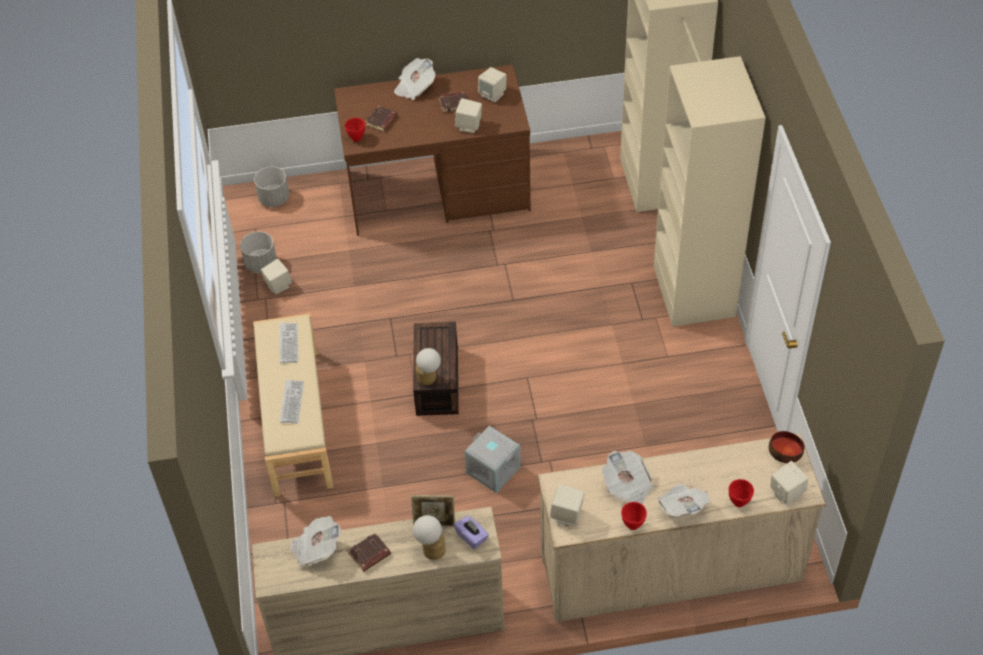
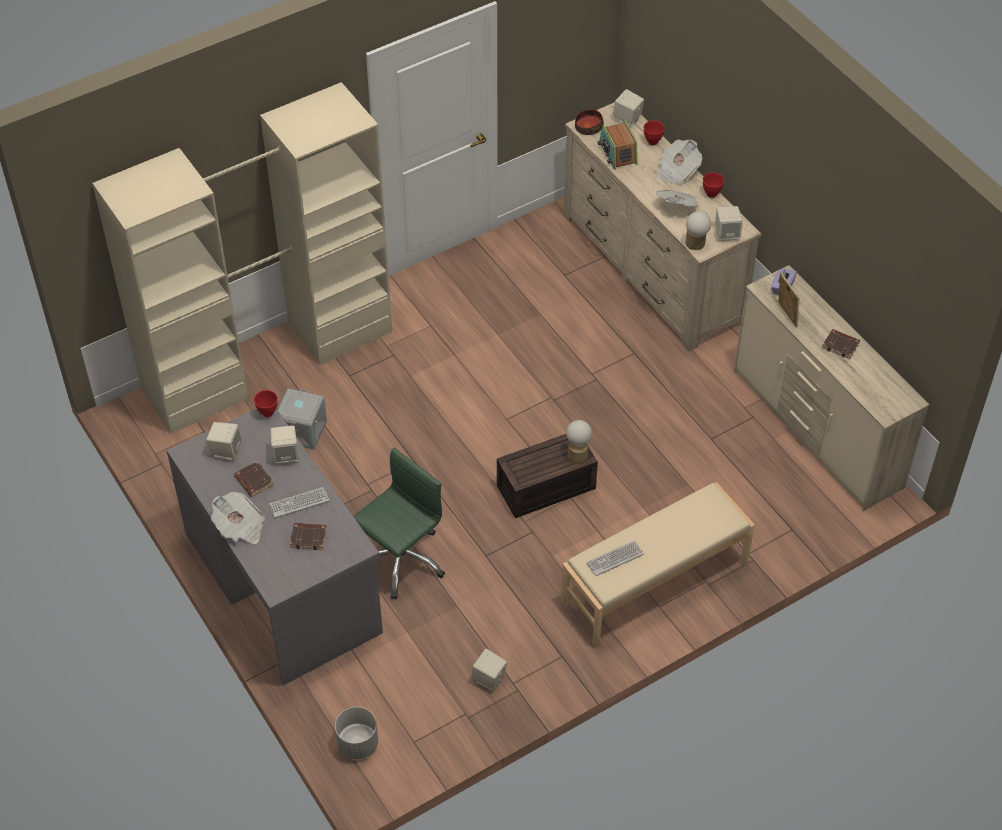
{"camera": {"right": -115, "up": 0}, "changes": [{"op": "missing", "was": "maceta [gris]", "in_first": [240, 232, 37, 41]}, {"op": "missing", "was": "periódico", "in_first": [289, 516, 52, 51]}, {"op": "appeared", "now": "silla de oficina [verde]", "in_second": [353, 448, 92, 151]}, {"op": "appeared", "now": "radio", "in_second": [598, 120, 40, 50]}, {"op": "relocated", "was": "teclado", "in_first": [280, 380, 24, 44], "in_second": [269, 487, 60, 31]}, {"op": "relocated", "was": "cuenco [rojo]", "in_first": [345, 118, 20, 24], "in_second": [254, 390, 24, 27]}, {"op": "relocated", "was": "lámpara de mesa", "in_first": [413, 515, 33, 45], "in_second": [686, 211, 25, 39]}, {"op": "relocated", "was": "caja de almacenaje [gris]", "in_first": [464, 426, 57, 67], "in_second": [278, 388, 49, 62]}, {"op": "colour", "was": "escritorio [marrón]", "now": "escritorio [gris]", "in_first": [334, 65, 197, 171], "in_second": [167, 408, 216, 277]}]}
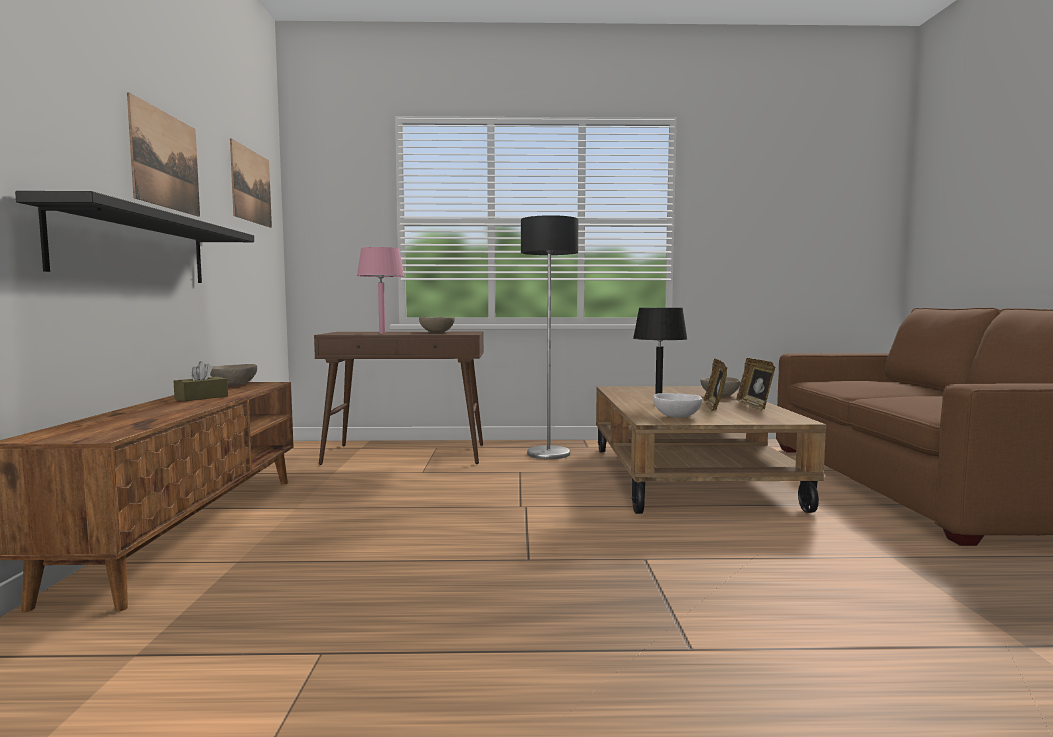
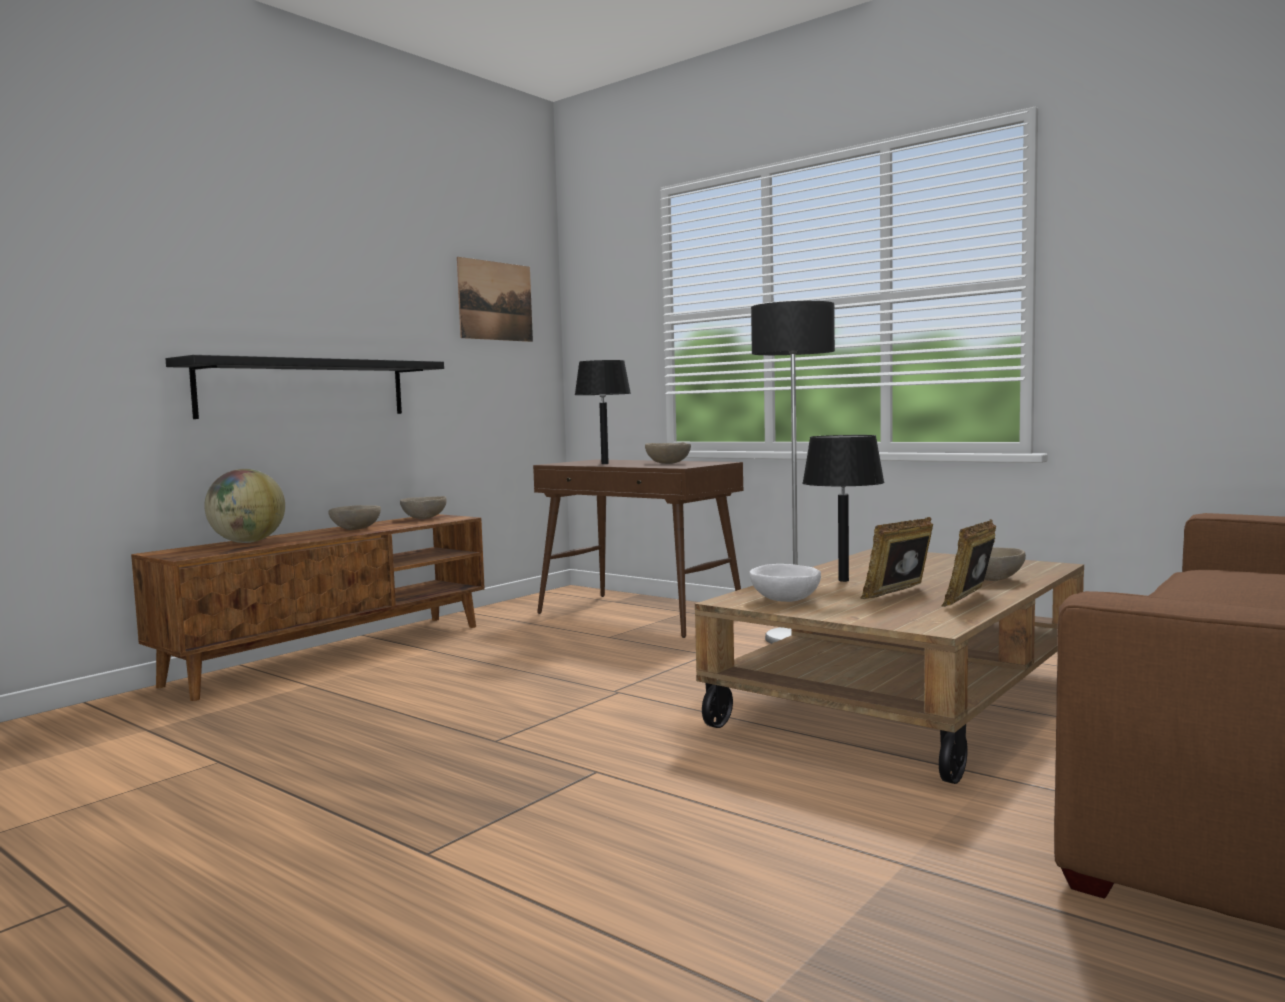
{"camera": {"right": 40, "up": 0}, "changes": [{"op": "missing", "was": "cuadro", "in_first": [127, 93, 73, 124]}, {"op": "appeared", "now": "globo terráqueo", "in_second": [204, 469, 81, 74]}, {"op": "exchanged", "was": "caja de pañuelos [marrón]", "now": "cuenco [beis]", "in_first": [174, 361, 54, 40], "in_second": [328, 505, 53, 25]}, {"op": "colour", "was": "lámpara de mesa [rosa]", "now": "lámpara de mesa [negro]", "in_first": [357, 247, 47, 87], "in_second": [575, 360, 56, 104]}]}
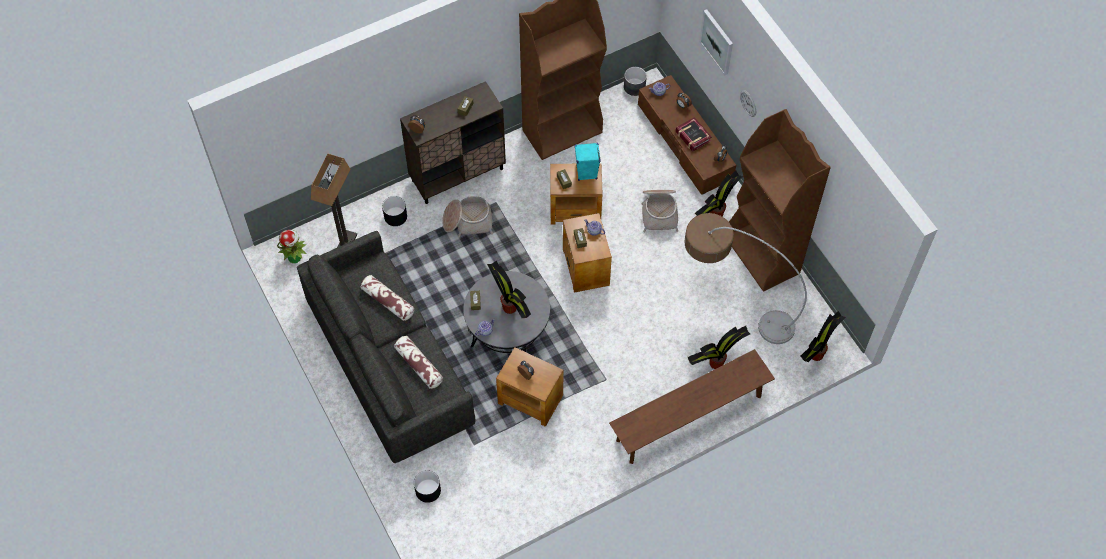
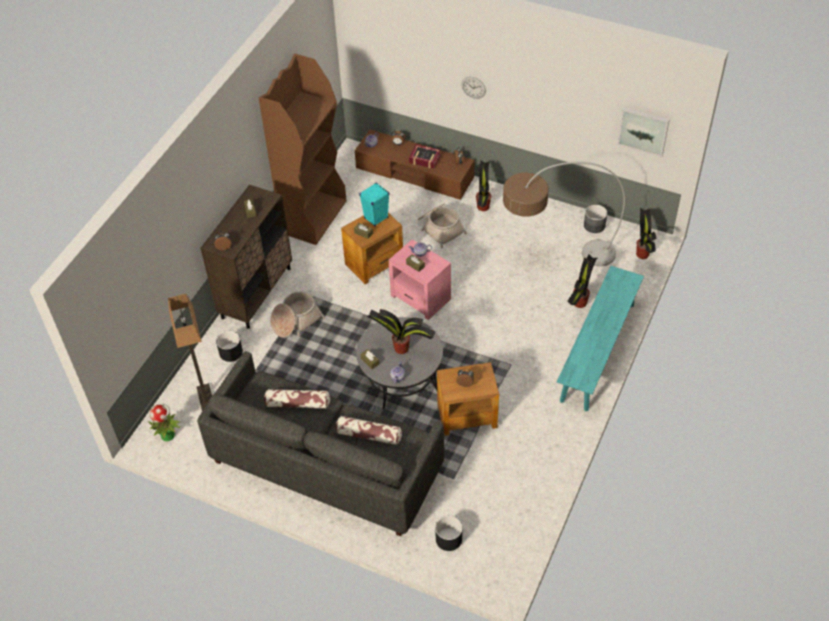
{"camera": {"right": -35, "up": -10}, "changes": [{"op": "missing", "was": "estantería [marrón]", "in_first": [729, 109, 102, 183]}, {"op": "relocated", "was": "maceta [gris]", "in_first": [624, 67, 23, 29], "in_second": [584, 205, 23, 28]}, {"op": "relocated", "was": "cuadro", "in_first": [699, 9, 34, 66], "in_second": [617, 107, 53, 50]}, {"op": "colour", "was": "mesa auxiliar [marrón]", "now": "mesa auxiliar [rosa]", "in_first": [563, 213, 49, 80], "in_second": [389, 239, 62, 81]}, {"op": "colour", "was": "banco [marrón]", "now": "banco [turquesa]", "in_first": [609, 349, 166, 115], "in_second": [557, 266, 87, 145]}]}
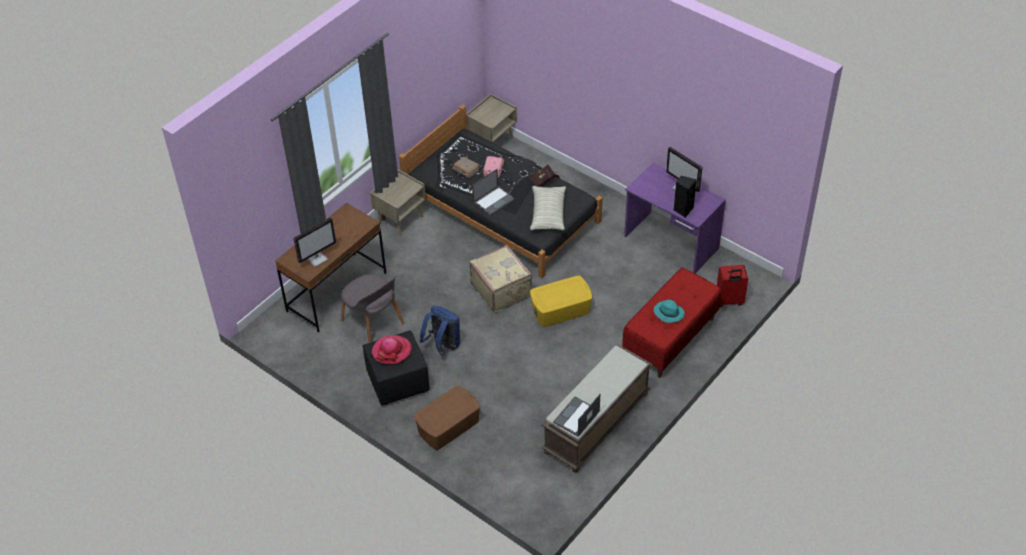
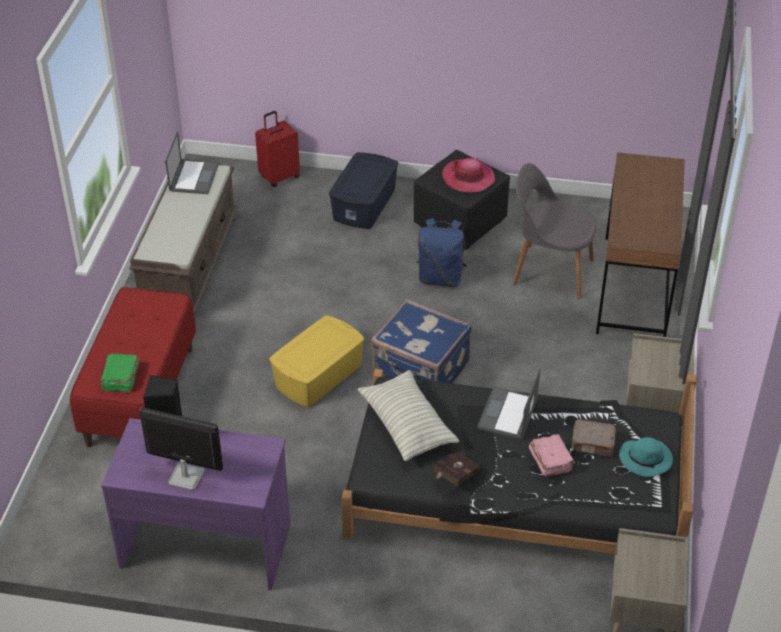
{"camera": {"right": 150, "up": -5}, "changes": [{"op": "missing", "was": "monitor", "in_first": [294, 217, 42, 50]}, {"op": "appeared", "now": "libro [verde]", "in_second": [101, 354, 38, 39]}, {"op": "relocated", "was": "sombrero [turquesa]", "in_first": [654, 300, 31, 23], "in_second": [619, 437, 54, 40]}, {"op": "relocated", "was": "maleta [rojo]", "in_first": [717, 265, 31, 42], "in_second": [255, 111, 45, 76]}, {"op": "colour", "was": "caja de almacenaje [marrón]", "now": "caja de almacenaje [azul]", "in_first": [414, 385, 66, 65], "in_second": [329, 152, 69, 77]}, {"op": "colour", "was": "maleta [beis]", "now": "maleta [azul]", "in_first": [470, 245, 62, 68], "in_second": [371, 299, 101, 85]}]}
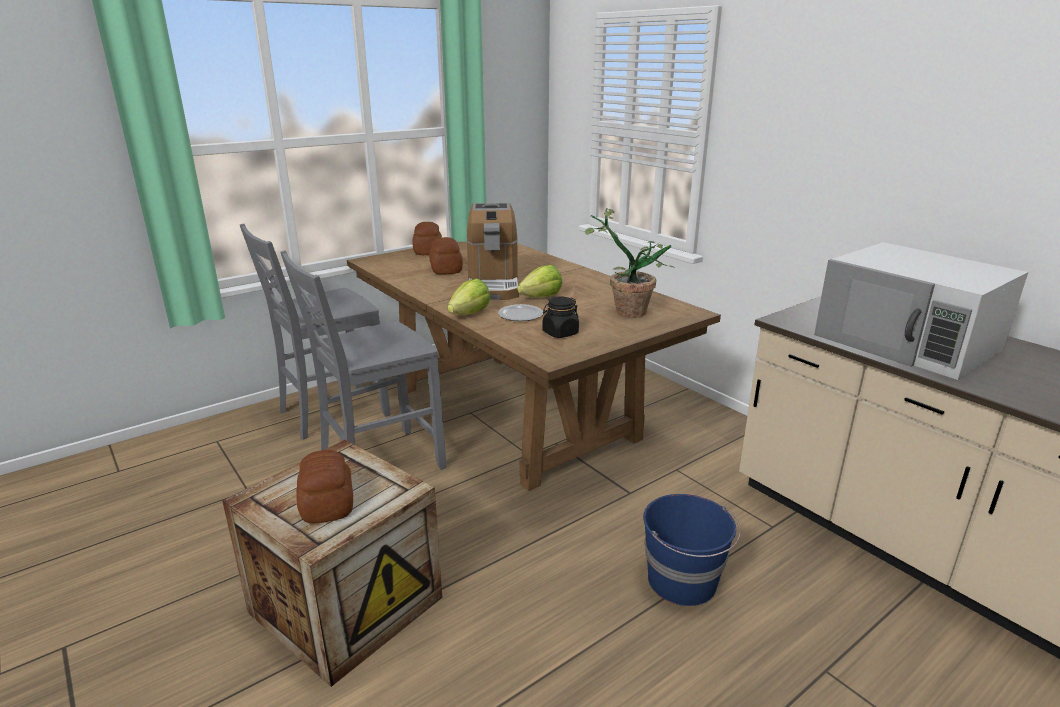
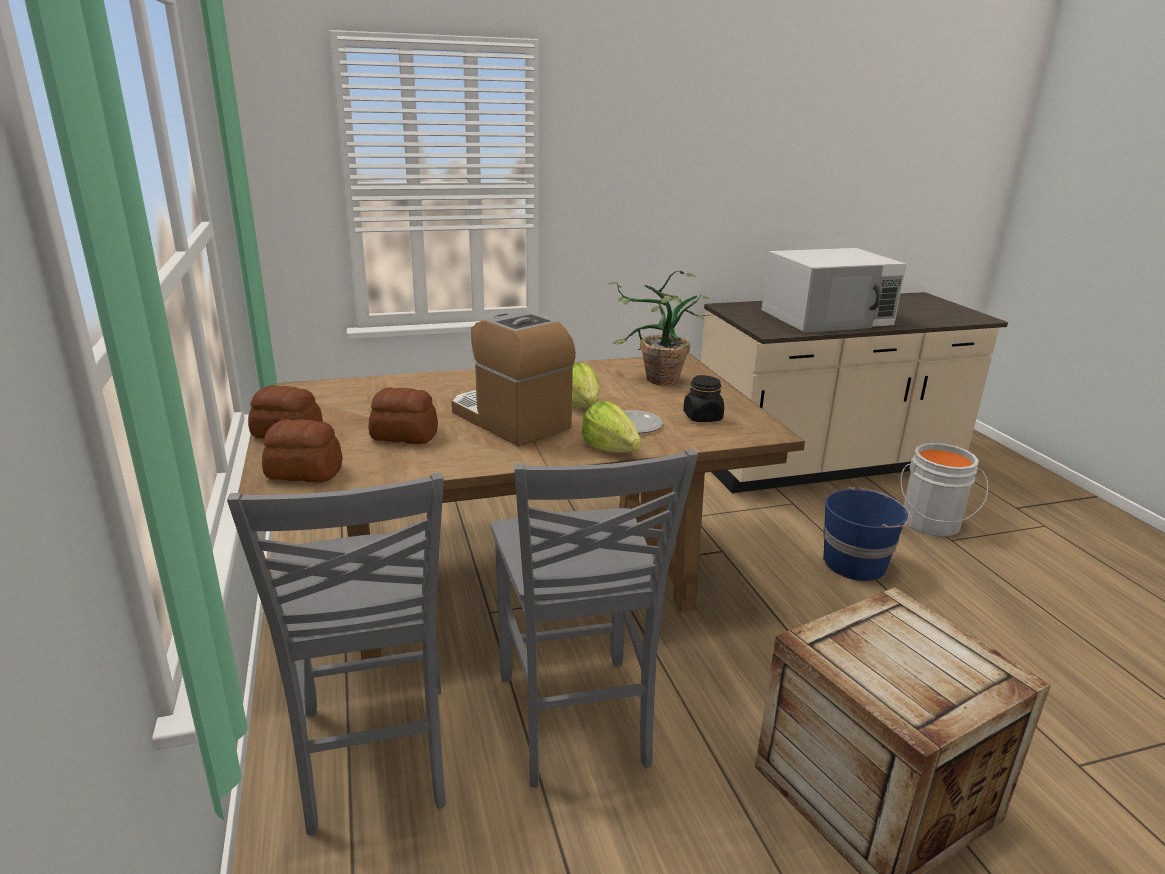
{"camera": {"right": -70, "up": 0}, "changes": [{"op": "appeared", "now": "cubo [gris]", "in_second": [900, 443, 88, 94]}, {"op": "relocated", "was": "pan", "in_first": [296, 450, 57, 74], "in_second": [262, 419, 81, 63]}, {"op": "spun", "was": "cafetera", "in_first": [466, 203, 53, 97], "in_second": [452, 311, 124, 135], "clockwise": -150}]}
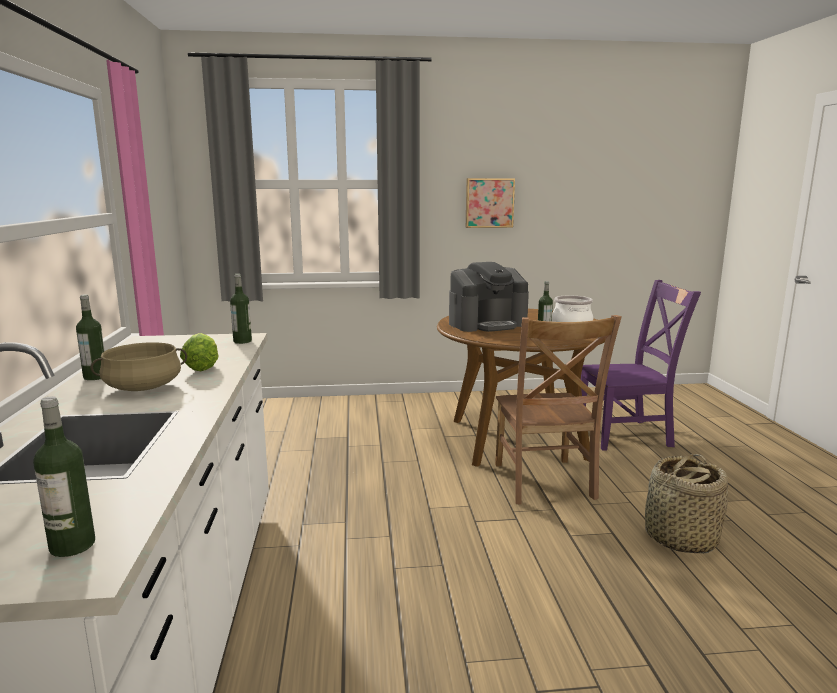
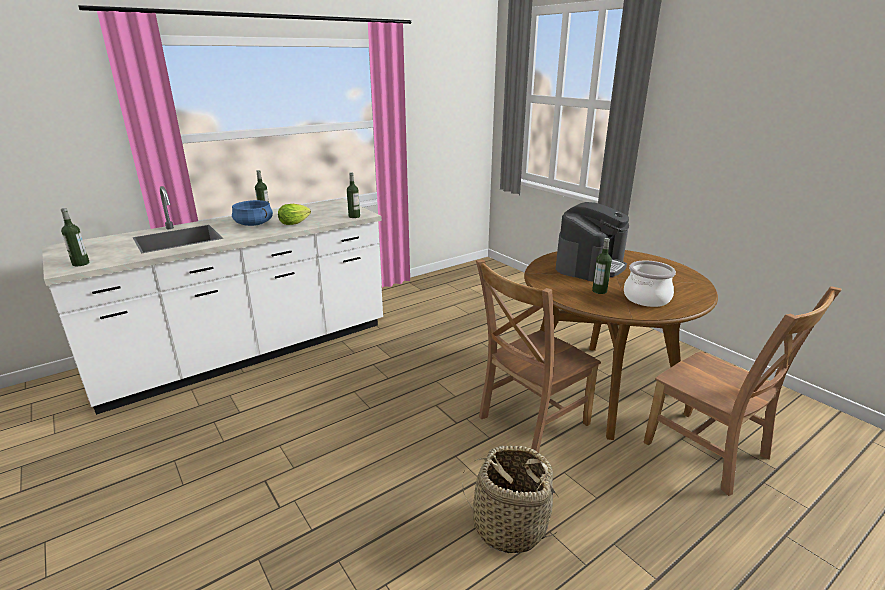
{"camera": {"right": 60, "up": 10}, "changes": [{"op": "missing", "was": "cuadro", "in_first": [466, 178, 49, 50]}, {"op": "colour", "was": "olla [beis]", "now": "olla [azul]", "in_first": [91, 342, 96, 49], "in_second": [232, 200, 41, 26]}, {"op": "colour", "was": "silla [morado]", "now": "silla [marrón]", "in_first": [581, 280, 120, 171], "in_second": [644, 286, 197, 210]}, {"op": "spun", "was": "cafetera", "in_first": [449, 262, 80, 70], "in_second": [556, 202, 73, 80], "clockwise": -90}]}
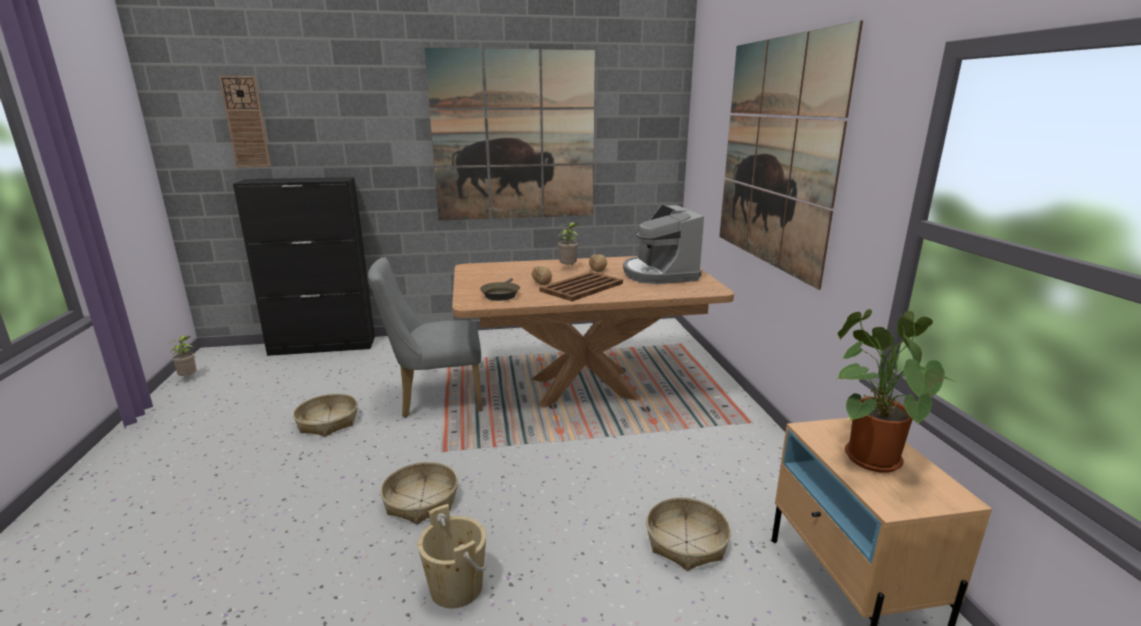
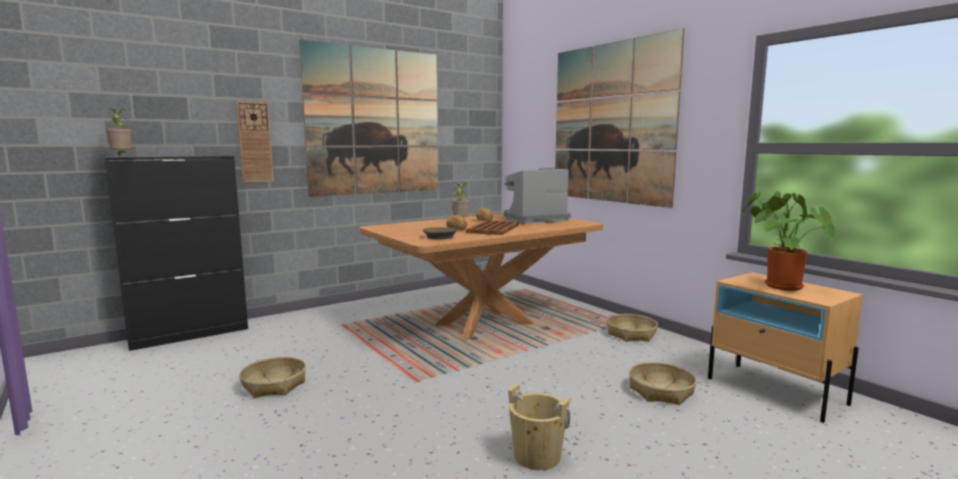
{"camera": {"right": -25, "up": -10}, "changes": [{"op": "missing", "was": "silla [gris]", "in_first": [368, 257, 115, 161]}, {"op": "relocated", "was": "planta en maceta", "in_first": [168, 335, 29, 41], "in_second": [106, 109, 25, 47]}, {"op": "relocated", "was": "reloj de pared", "in_first": [219, 76, 52, 91], "in_second": [236, 101, 38, 82]}, {"op": "relocated", "was": "cesta", "in_first": [380, 462, 78, 62], "in_second": [607, 314, 51, 28]}, {"op": "spun", "was": "cafetera", "in_first": [623, 205, 81, 79], "in_second": [504, 168, 67, 56], "clockwise": 105}]}
